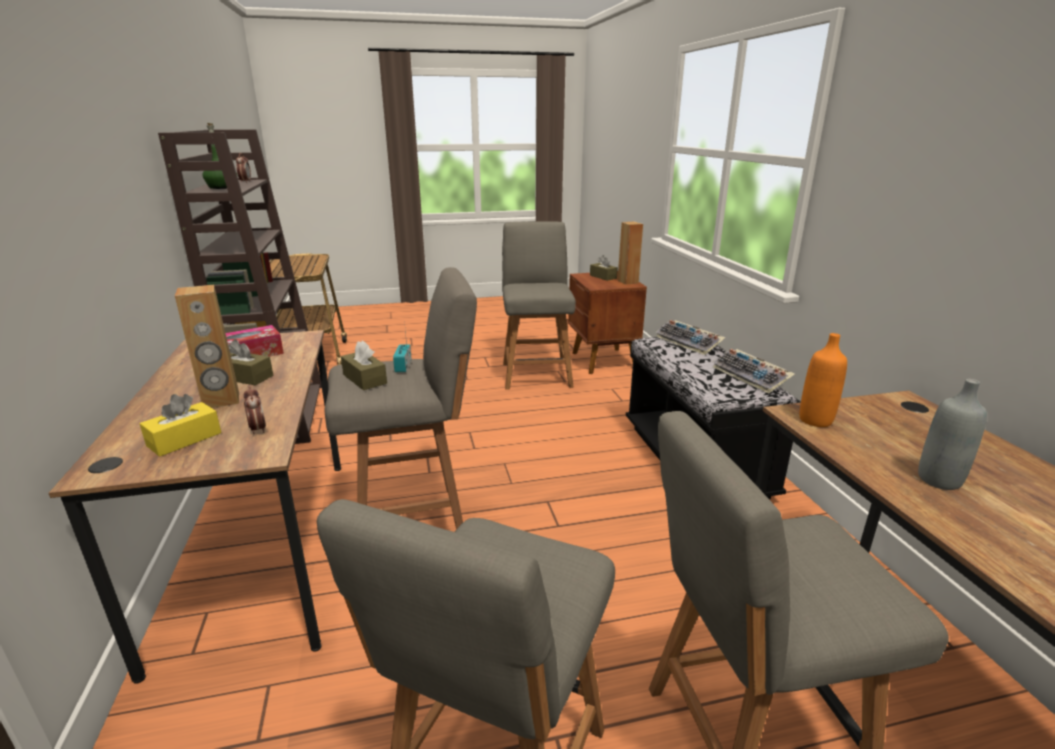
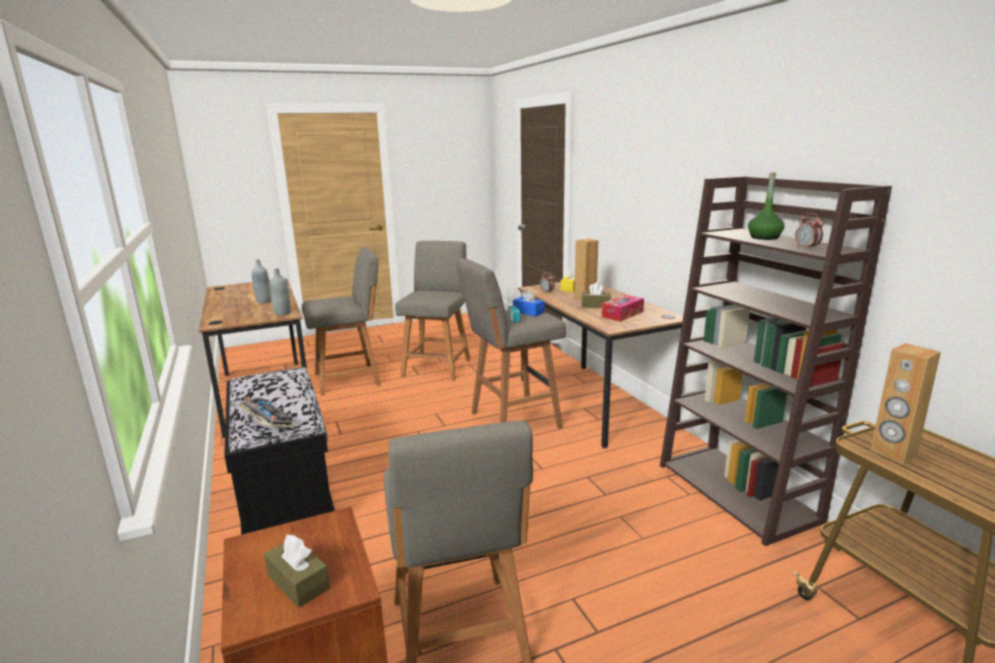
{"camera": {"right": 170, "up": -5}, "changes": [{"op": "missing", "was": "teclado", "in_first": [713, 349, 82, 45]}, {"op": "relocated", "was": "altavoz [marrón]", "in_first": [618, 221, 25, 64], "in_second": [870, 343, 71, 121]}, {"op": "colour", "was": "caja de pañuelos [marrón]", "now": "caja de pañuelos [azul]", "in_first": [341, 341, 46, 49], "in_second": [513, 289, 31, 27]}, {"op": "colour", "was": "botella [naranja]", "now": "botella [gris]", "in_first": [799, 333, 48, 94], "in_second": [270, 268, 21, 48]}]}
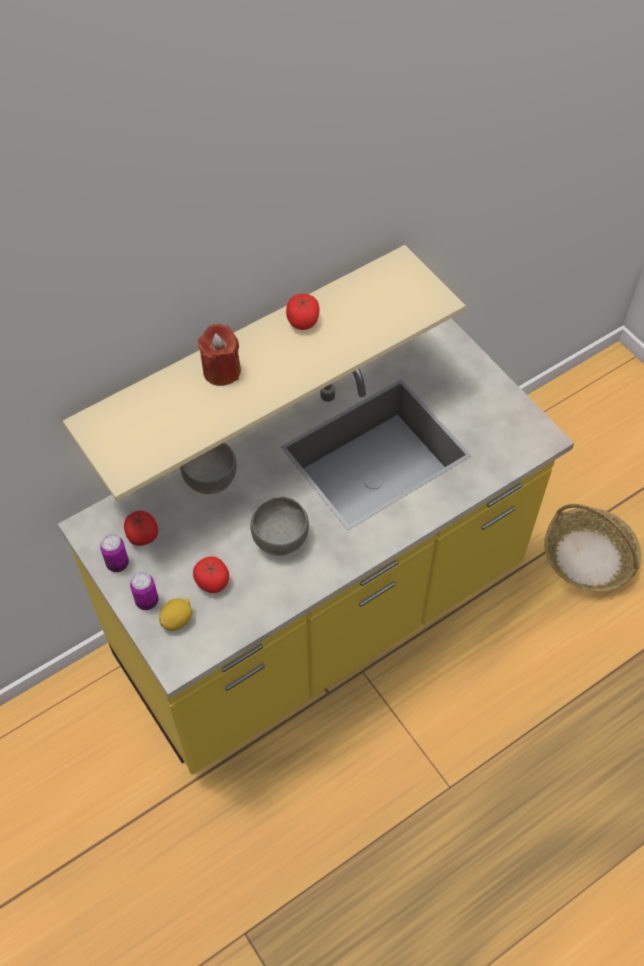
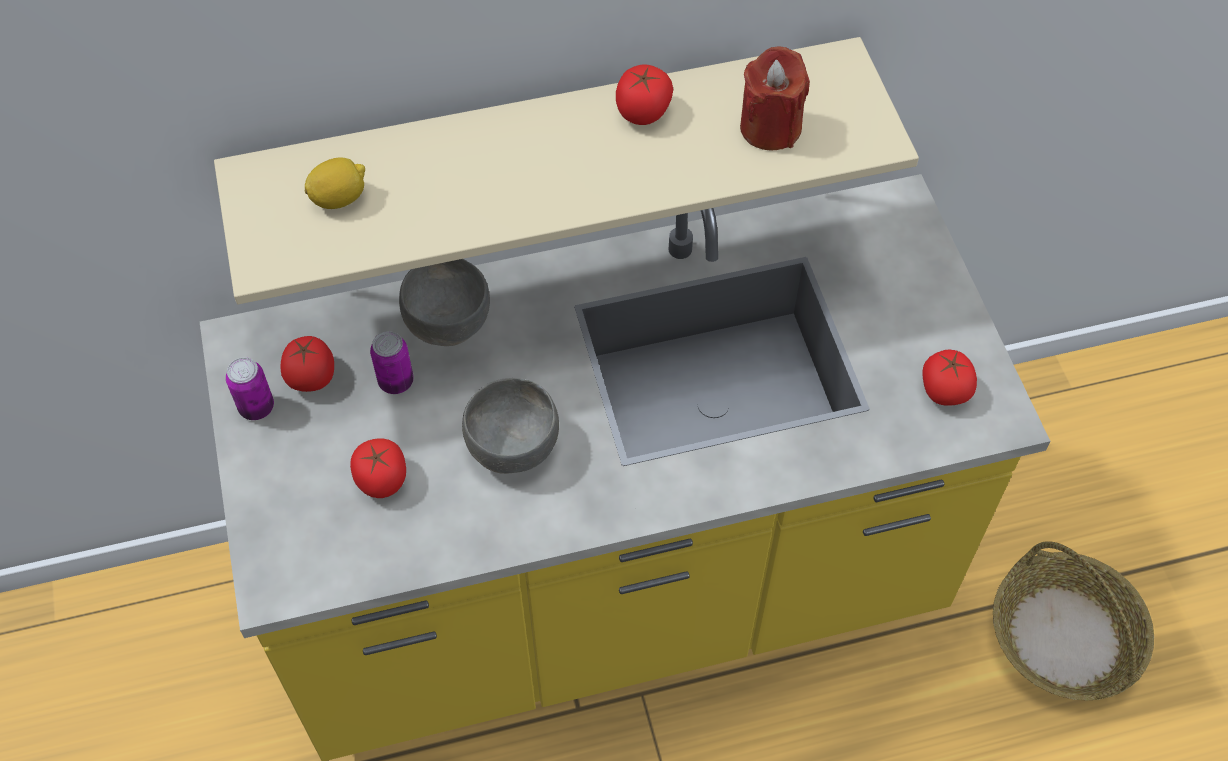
{"camera": {"right": 20, "up": 0}, "changes": [{"op": "appeared", "now": "tomate", "in_second": [922, 350, 55, 56]}, {"op": "relocated", "was": "lata", "in_first": [130, 572, 29, 38], "in_second": [370, 331, 44, 63]}, {"op": "relocated", "was": "limón", "in_first": [159, 598, 33, 33], "in_second": [305, 158, 60, 51]}, {"op": "relocated", "was": "vela [rojo]", "in_first": [198, 324, 43, 62], "in_second": [740, 47, 70, 103]}]}
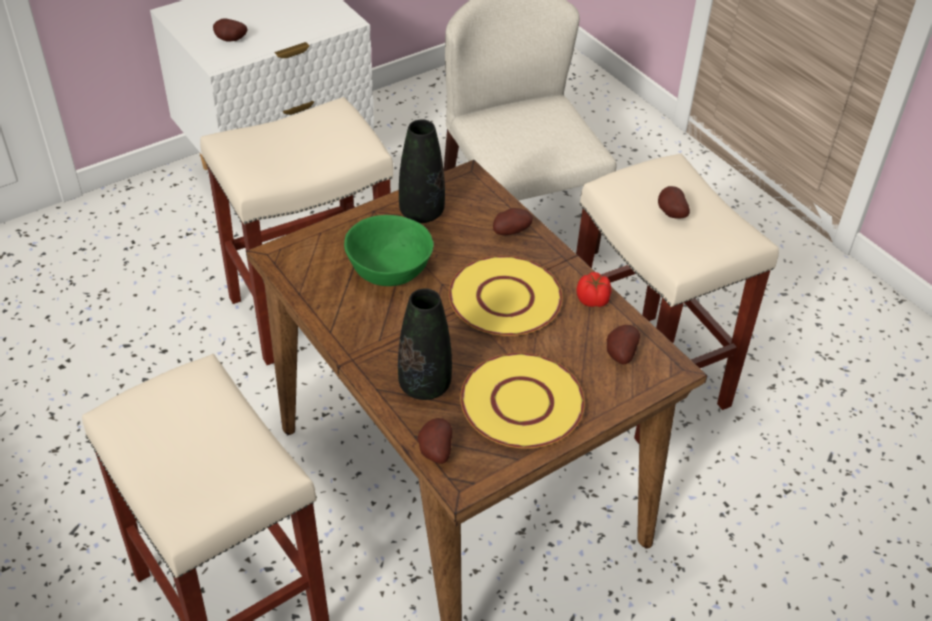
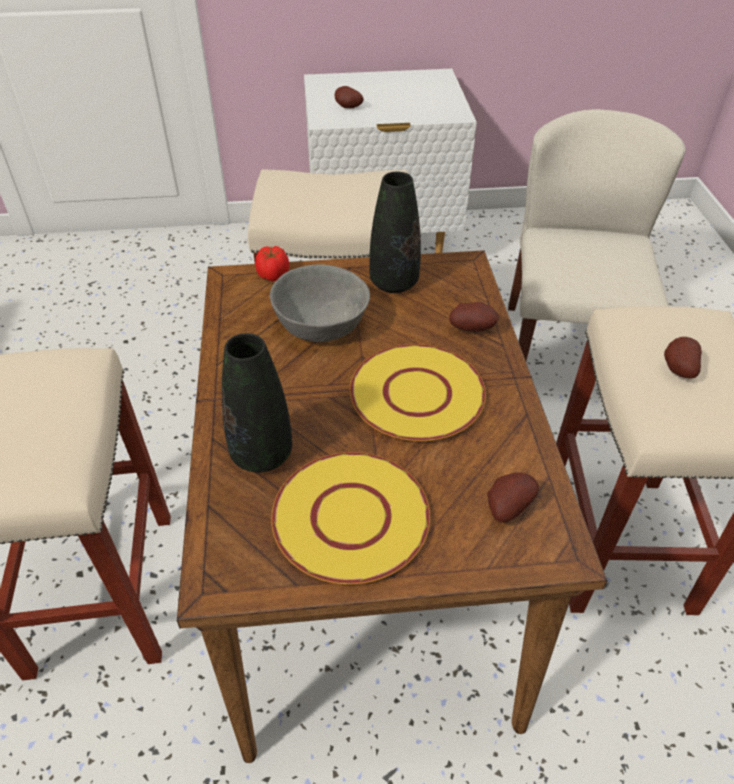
{"camera": {"right": 30, "up": 0}, "changes": [{"op": "missing", "was": "patata", "in_first": [417, 418, 35, 46]}, {"op": "relocated", "was": "tomate", "in_first": [577, 272, 35, 35], "in_second": [255, 246, 34, 35]}, {"op": "colour", "was": "cuenco [verde]", "now": "cuenco [gris]", "in_first": [344, 215, 90, 71], "in_second": [270, 264, 100, 78]}]}
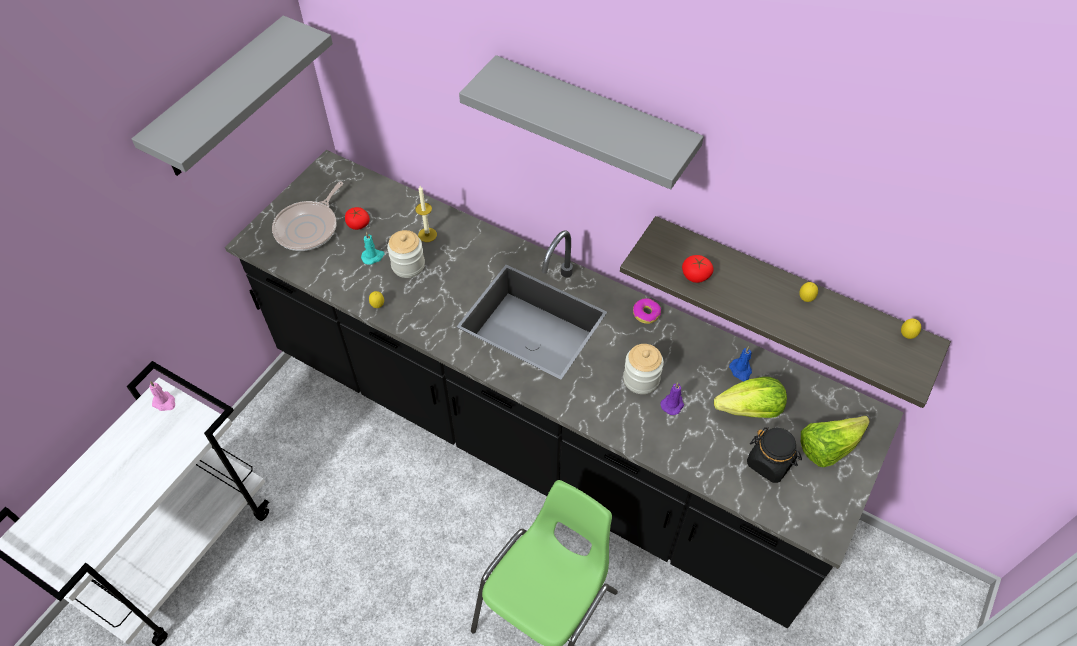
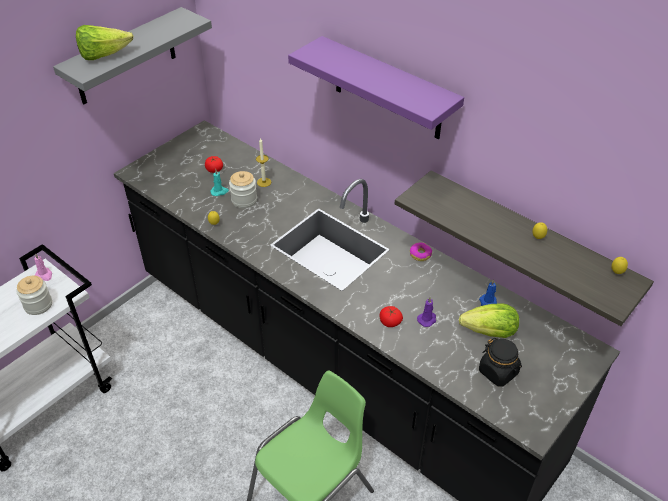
{"camera": {"right": 10, "up": -10}, "changes": [{"op": "missing", "was": "sartén", "in_first": [272, 181, 71, 70]}, {"op": "relocated", "was": "tarro", "in_first": [623, 344, 41, 50], "in_second": [16, 275, 36, 40]}, {"op": "relocated", "was": "tomate", "in_first": [682, 255, 32, 28], "in_second": [380, 306, 23, 21]}, {"op": "relocated", "was": "lechuga", "in_first": [801, 416, 69, 51], "in_second": [76, 25, 57, 35]}, {"op": "colour", "was": "estante [gris]", "now": "estante [morado]", "in_first": [459, 55, 245, 135], "in_second": [288, 36, 176, 103]}]}
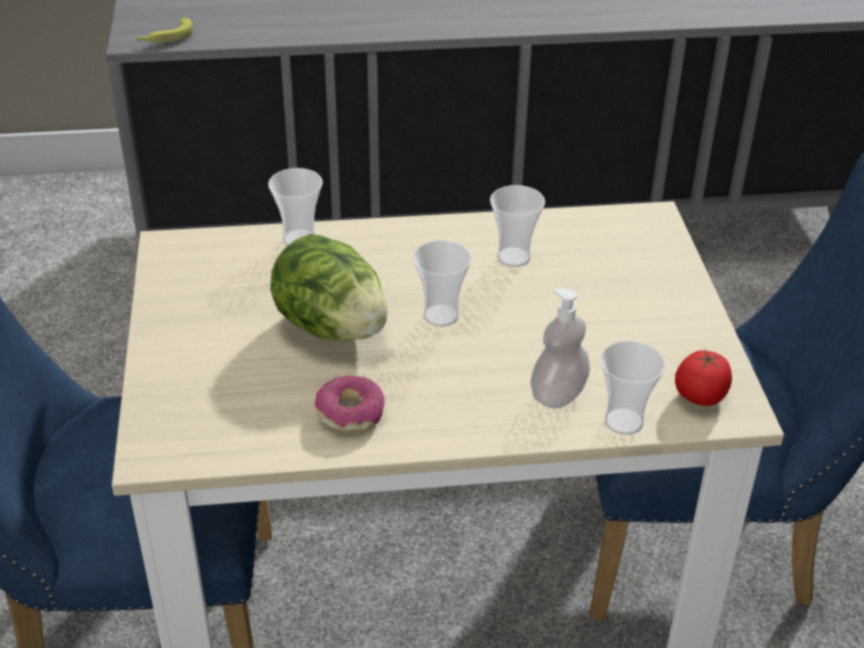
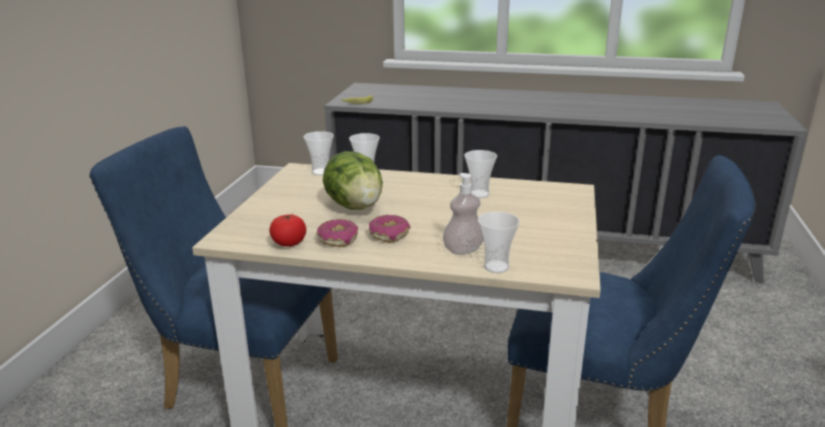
{"camera": {"right": 20, "up": -15}, "changes": [{"op": "appeared", "now": "rosquilla", "in_second": [369, 215, 42, 28]}, {"op": "relocated", "was": "taza", "in_first": [413, 240, 59, 87], "in_second": [304, 131, 30, 44]}, {"op": "relocated", "was": "tomate", "in_first": [675, 350, 57, 56], "in_second": [269, 214, 37, 33]}]}
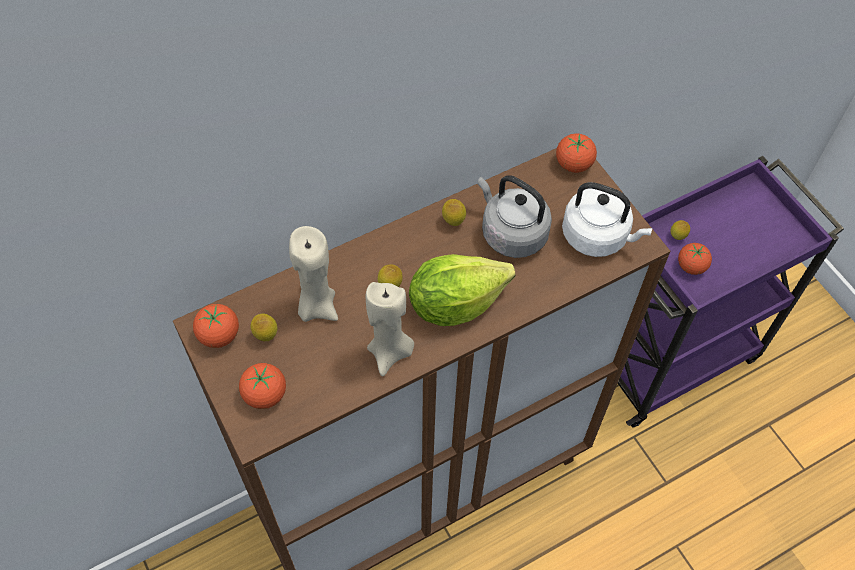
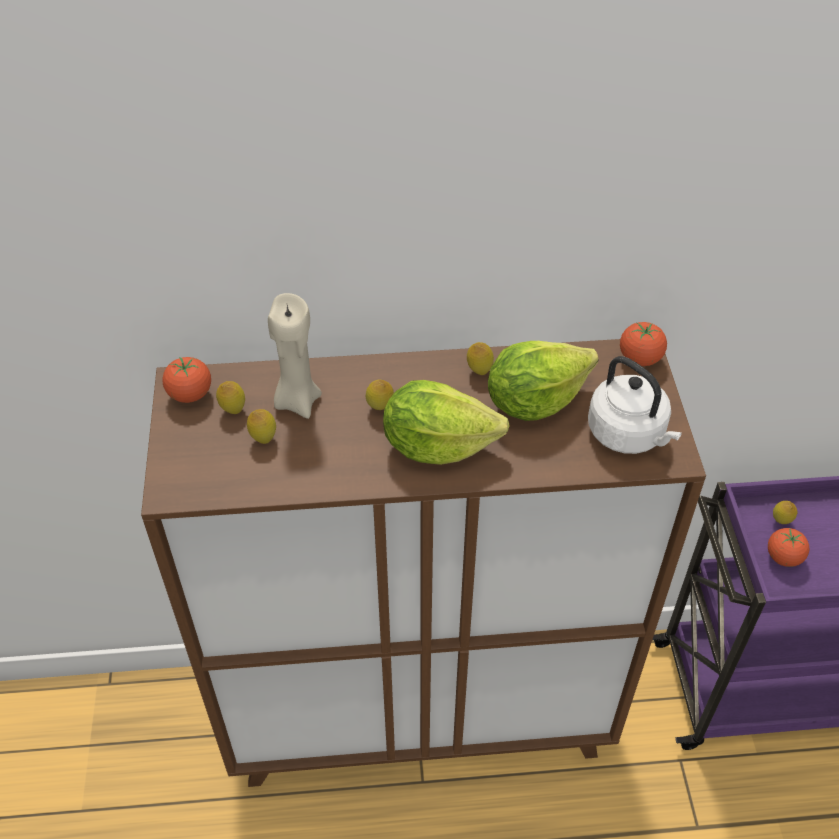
{"camera": {"right": 25, "up": -10}, "changes": [{"op": "missing", "was": "tomate", "in_first": [239, 363, 47, 46]}, {"op": "missing", "was": "vela [beis]", "in_first": [366, 282, 48, 94]}, {"op": "appeared", "now": "limón", "in_second": [247, 409, 29, 35]}, {"op": "exchanged", "was": "hervidor [gris]", "now": "lechuga", "in_first": [478, 175, 74, 83], "in_second": [488, 341, 111, 80]}]}
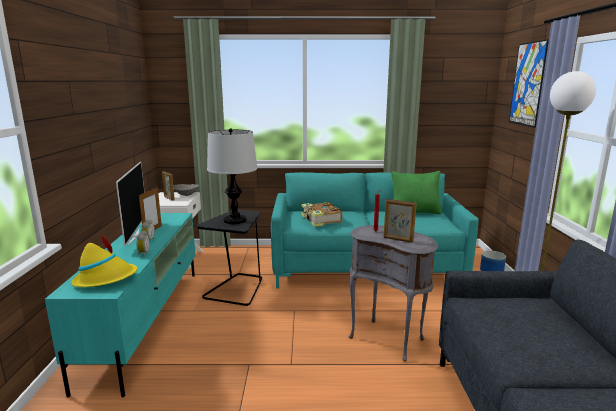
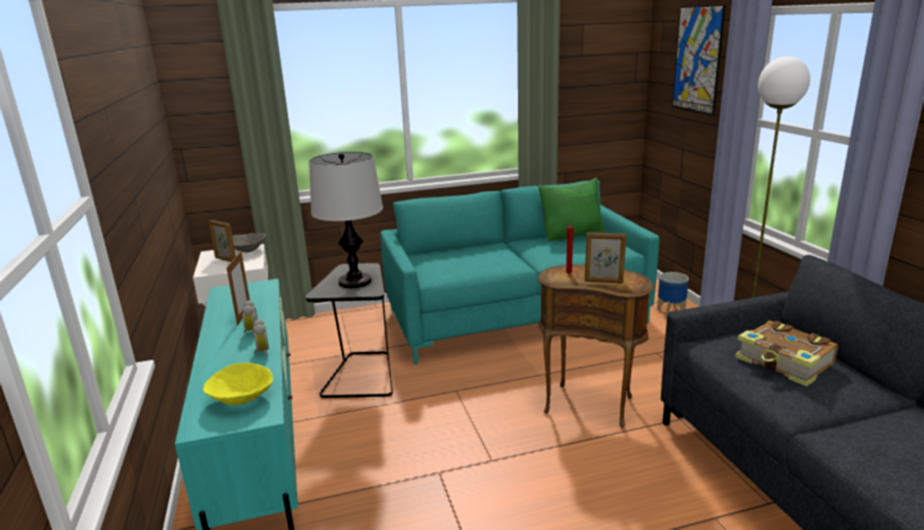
{"camera": {"right": -15, "up": 5}, "changes": [{"op": "missing", "was": "televisor", "in_first": [116, 162, 29, 84]}, {"op": "relocated", "was": "libro", "in_first": [301, 202, 41, 25], "in_second": [735, 320, 103, 66]}, {"op": "exchanged", "was": "sombrero [amarillo]", "now": "cuenco [amarillo]", "in_first": [72, 233, 66, 54], "in_second": [203, 363, 70, 42]}, {"op": "colour", "was": "mesa auxiliar [gris]", "now": "mesa auxiliar [marrón]", "in_first": [349, 225, 89, 136], "in_second": [538, 264, 116, 164]}]}
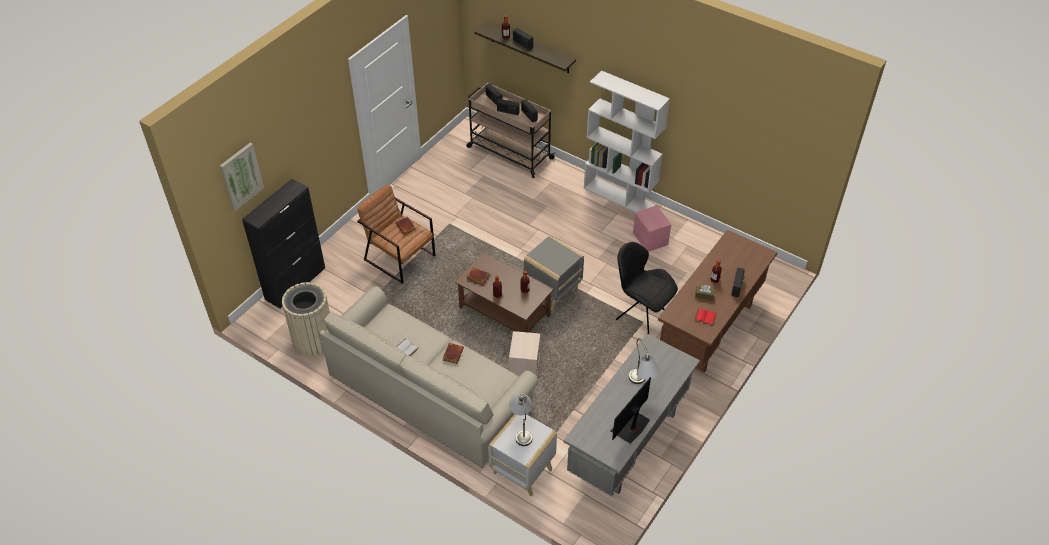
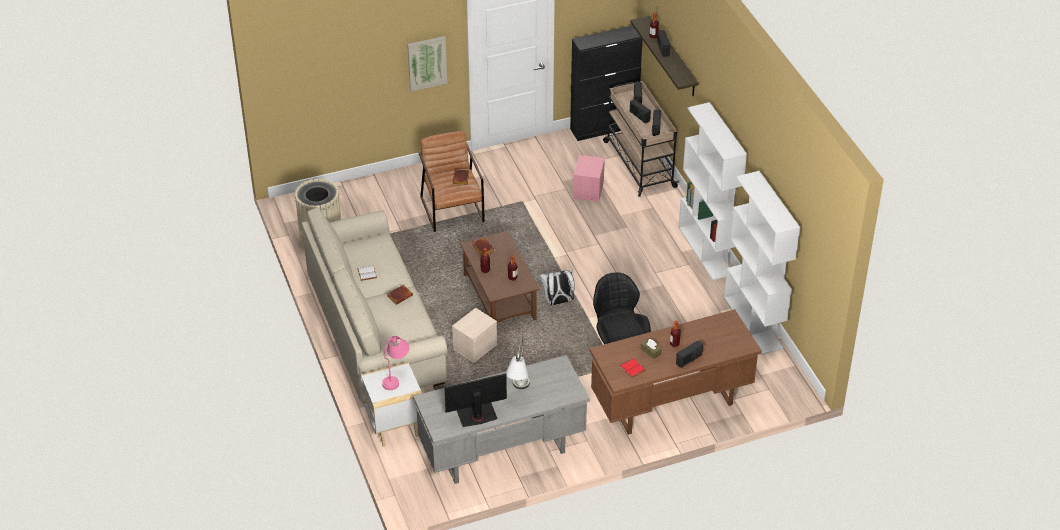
{"camera": {"right": 35, "up": -5}, "changes": [{"op": "appeared", "now": "estantería [blanco]", "in_second": [724, 171, 76, 184]}, {"op": "relocated", "was": "cuadro", "in_first": [220, 143, 44, 68], "in_second": [407, 36, 40, 55]}, {"op": "relocated", "was": "armario [negro]", "in_first": [242, 179, 83, 130], "in_second": [570, 25, 72, 116]}, {"op": "relocated", "was": "caja de almacenaje [rosa]", "in_first": [633, 205, 39, 47], "in_second": [573, 155, 32, 47]}, {"op": "exchanged", "was": "mesa auxiliar [gris]", "now": "mochila [blanco]", "in_first": [524, 236, 60, 75], "in_second": [540, 269, 35, 36]}, {"op": "colour", "was": "lámpara de mesa [gris]", "now": "lámpara de mesa [rosa]", "in_first": [509, 393, 23, 53], "in_second": [382, 336, 27, 54]}]}
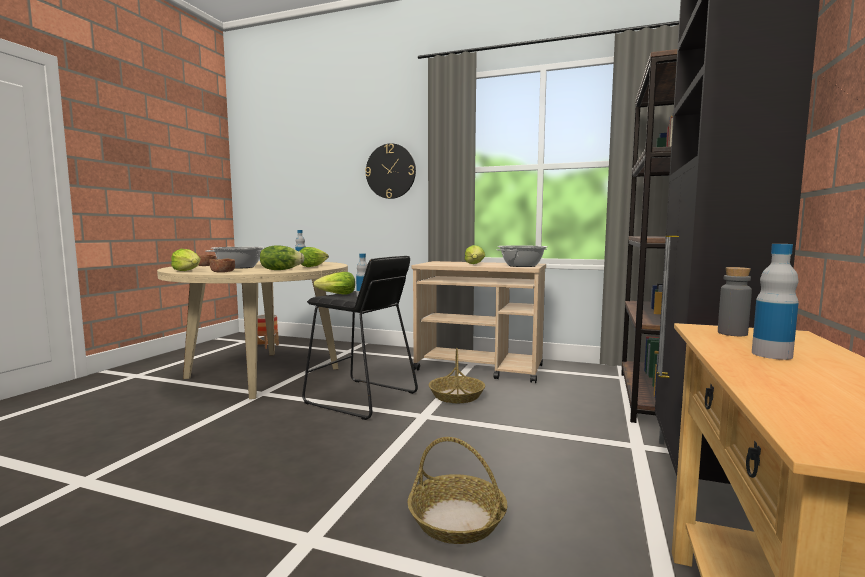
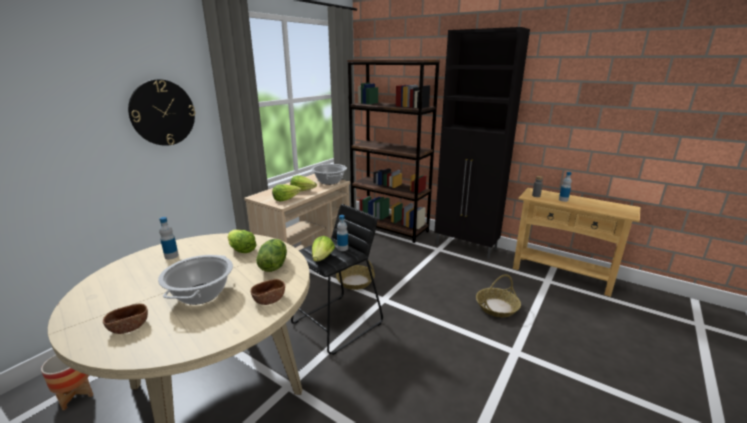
{"camera": {"right": -75, "up": 15}, "changes": [{"op": "relocated", "was": "lechuga", "in_first": [171, 249, 29, 22], "in_second": [272, 184, 29, 18]}]}
